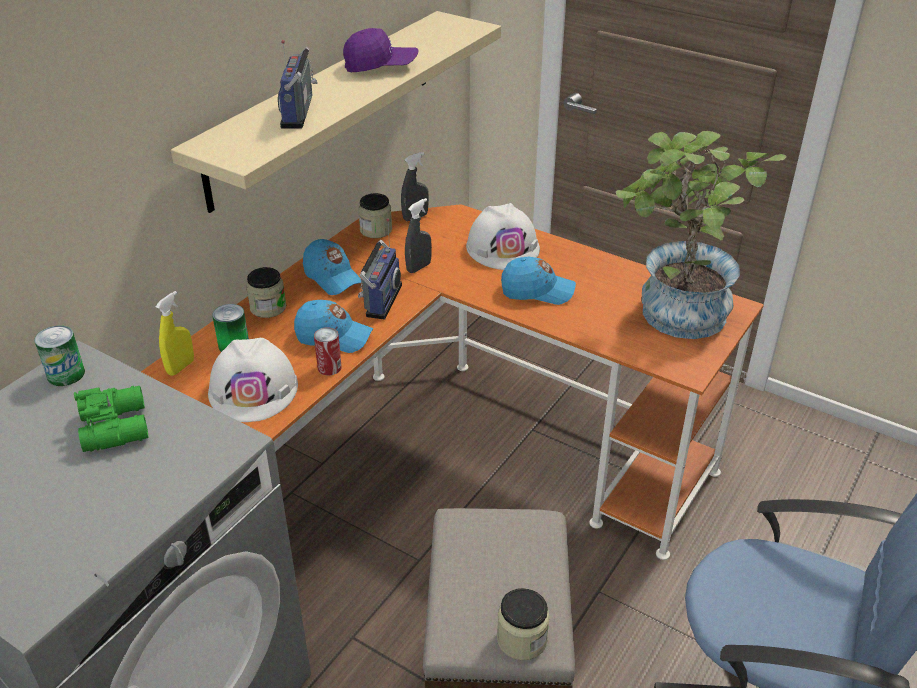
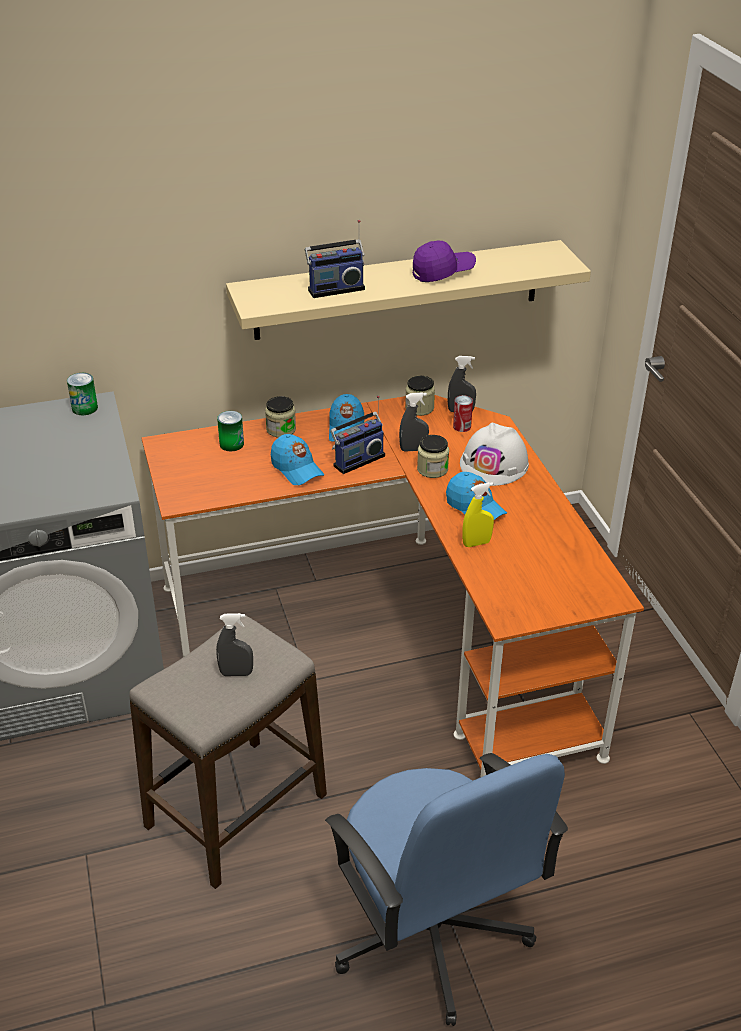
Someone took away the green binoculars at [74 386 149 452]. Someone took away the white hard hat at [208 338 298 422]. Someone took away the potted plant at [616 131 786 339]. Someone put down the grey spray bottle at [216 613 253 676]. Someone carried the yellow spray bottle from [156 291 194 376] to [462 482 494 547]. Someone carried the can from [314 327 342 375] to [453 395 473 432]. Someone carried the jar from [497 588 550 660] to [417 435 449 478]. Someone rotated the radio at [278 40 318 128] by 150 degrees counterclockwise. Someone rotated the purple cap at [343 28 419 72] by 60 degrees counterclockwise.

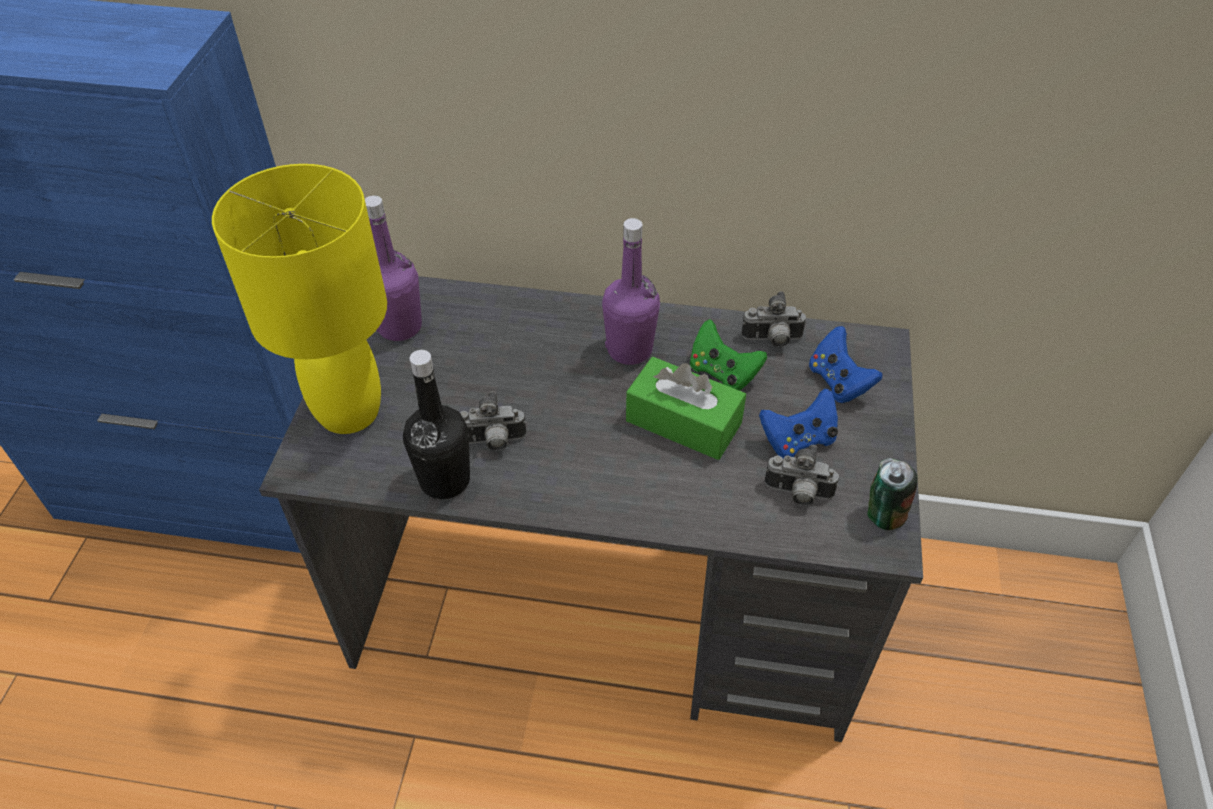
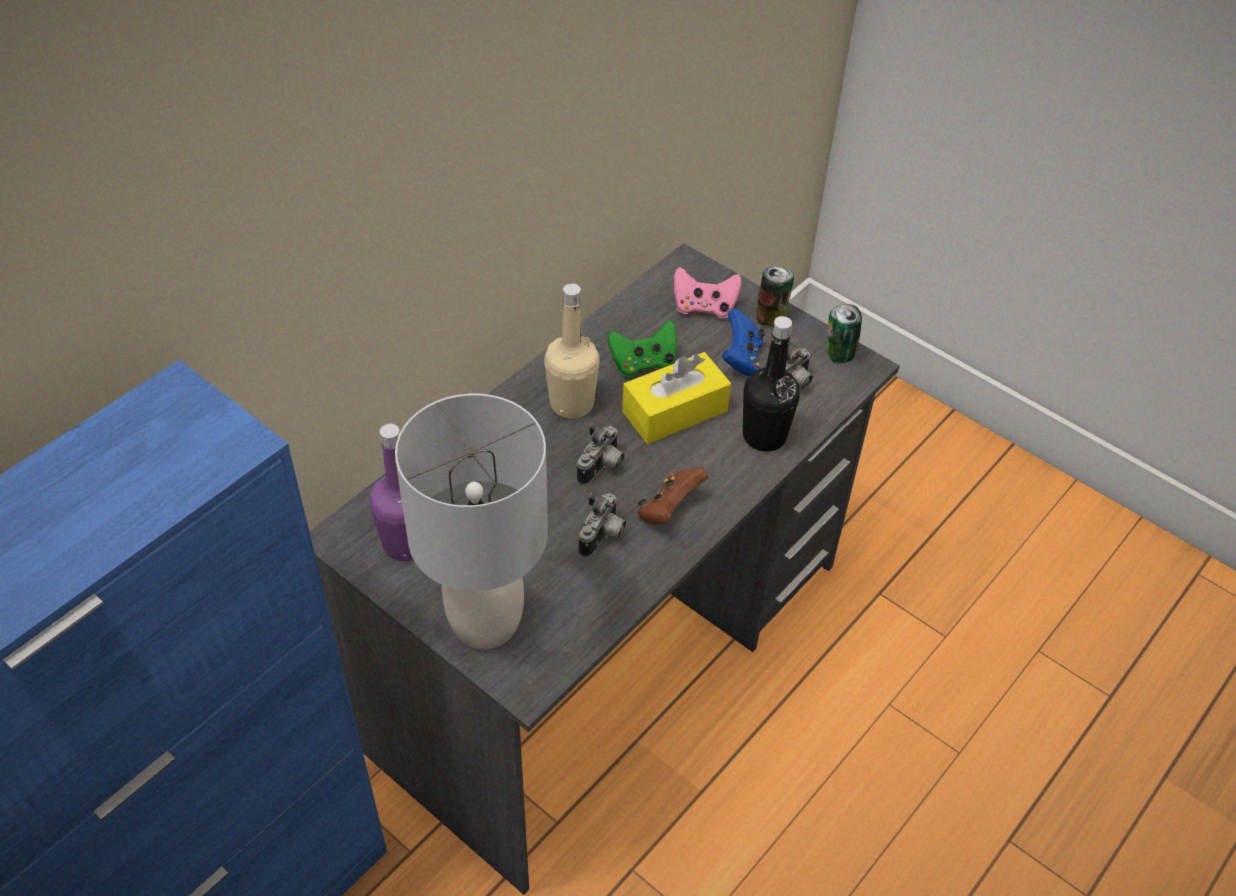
Someone put down the brown game controller at [638 468 708 525]. Someone put down the can at [756 267 794 326]. Someone carried the black bottle from [403 350 470 499] to [743 316 800 451]. Someone carried the photo camera from [741 291 807 347] to [577 423 625 485]. Someone repainted the yellow table lamp at [212 164 387 434], which became the grey table lamp at [395 394 548 649]. Someone repainted the purple bottle at [602 218 660 365], which became the beige bottle at [544 283 600 419]. Someone repainted the green tissue box at [626 357 746 460], which became the yellow tissue box at [622 352 731 444]. Someone repainted the blue game controller at [809 326 883 403], which became the pink game controller at [674 267 741 319].

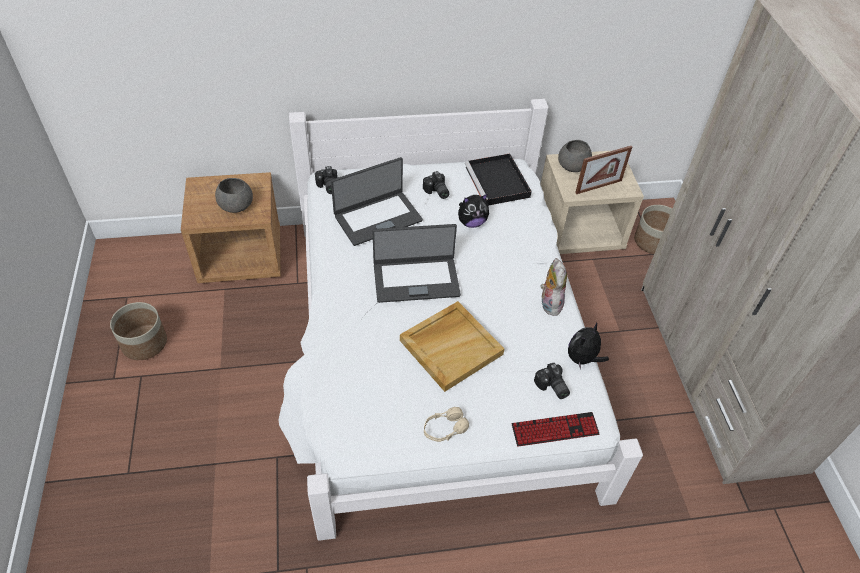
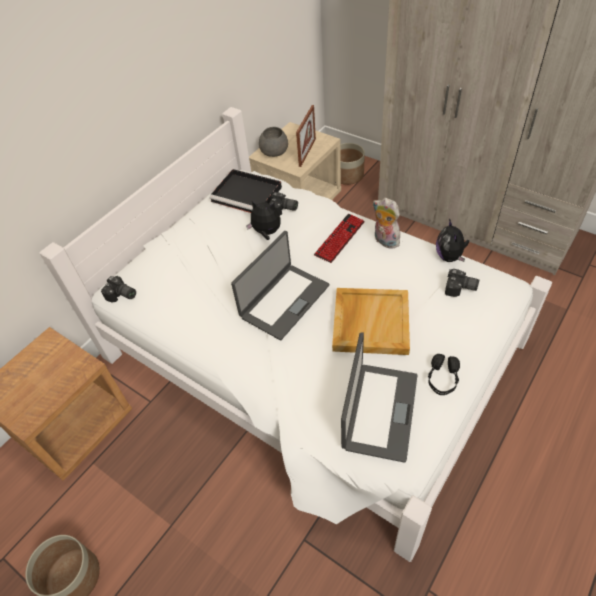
Someone took away the grey bowl at [215 178 253 213]. Someone carried the laptop from [331 157 423 246] to [341 332 417 463]. Someone carried the photo camera from [423 171 450 199] to [269 192 298 215]. Someone carried the keyboard from [512 412 599 447] to [314 214 365 263]. Someone repainted the beige headphones at [424 407 469 442], which became the black headphones at [428 354 460 395]. Someone rotated the plush toy at [458 194 489 228] by 105 degrees counterclockwise.

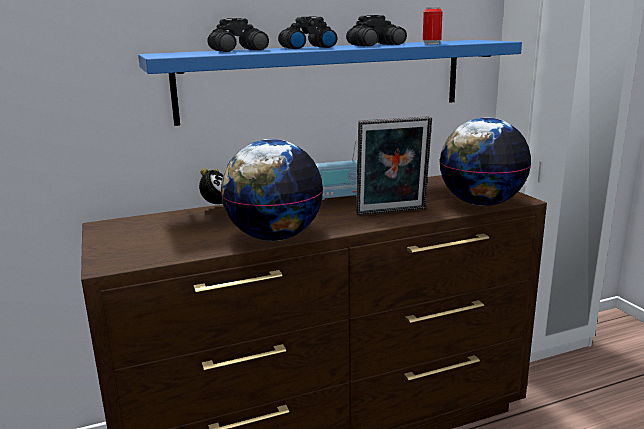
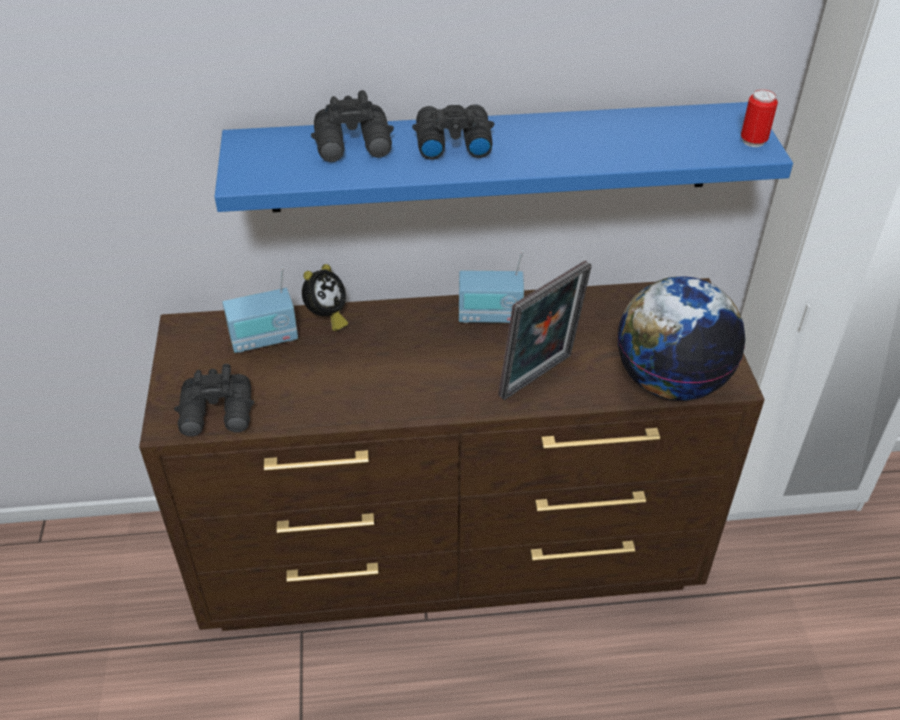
Someone took away the globe at [221 139 323 241]. Someone put down the radio at [223 267 298 353]. Someone carried the black binoculars from [346 15 407 46] to [174 364 254 436]. Someone carried the can from [423 7 442 45] to [741 89 778 147]. Someone rotated the picture frame at [356 116 432 215] by 45 degrees counterclockwise.

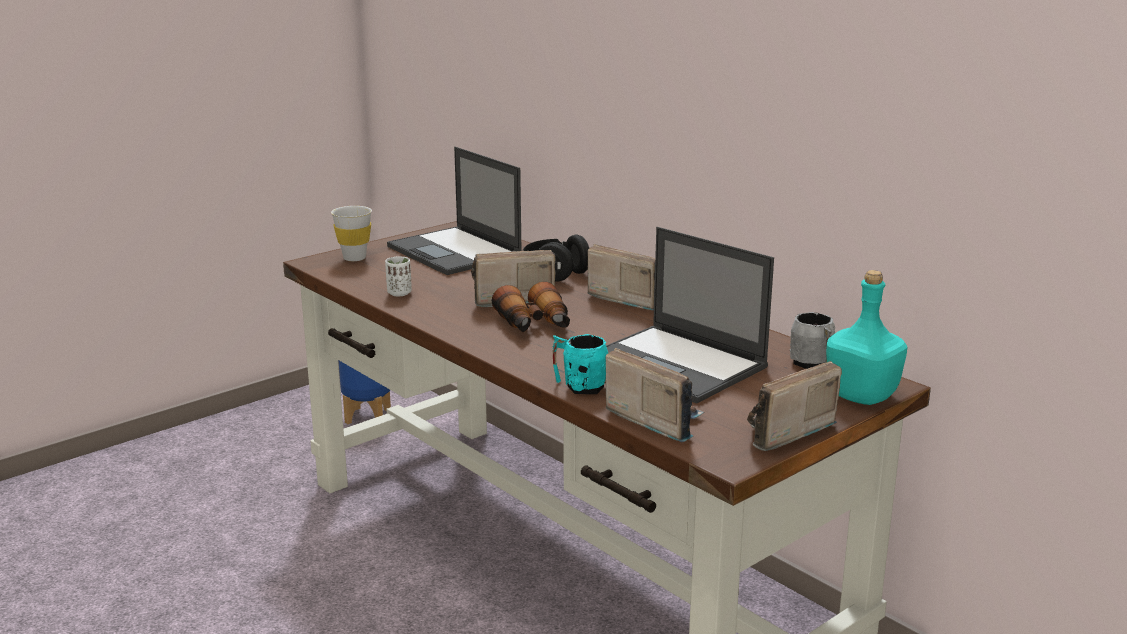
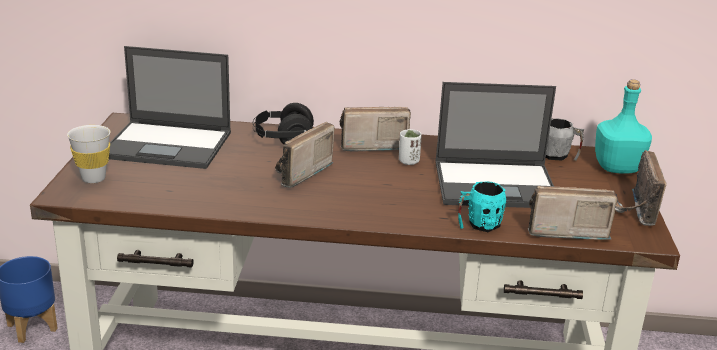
Someone took away the binoculars at [492 282 570 332]. Someone carried the white cup from [385 257 412 296] to [399 129 422 165].

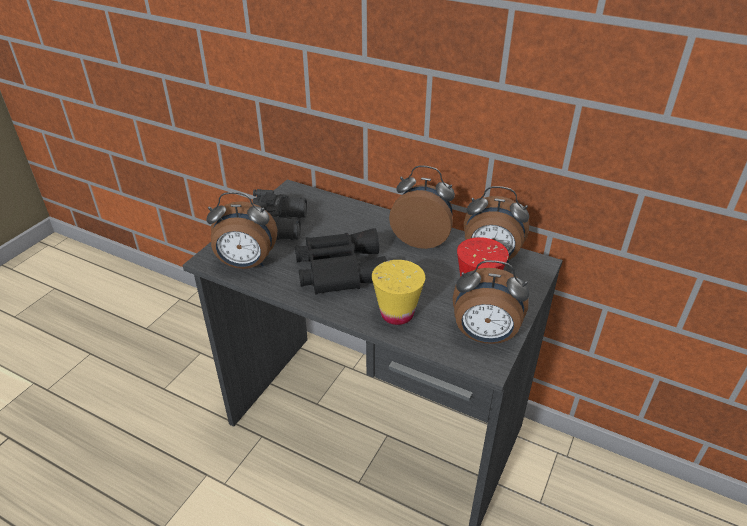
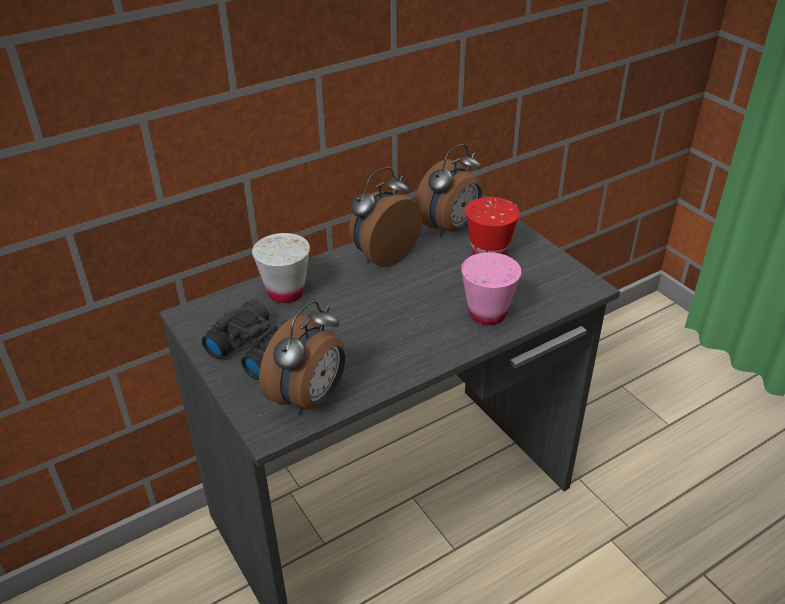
Someone took away the black binoculars at [295 228 387 295]. Someone took away the alarm clock at [453 260 530 344]. Someone put down the white cup at [252 233 310 303]. Someone repainted the yellow cup at [372 260 425 325], which became the pink cup at [461 252 521 325].

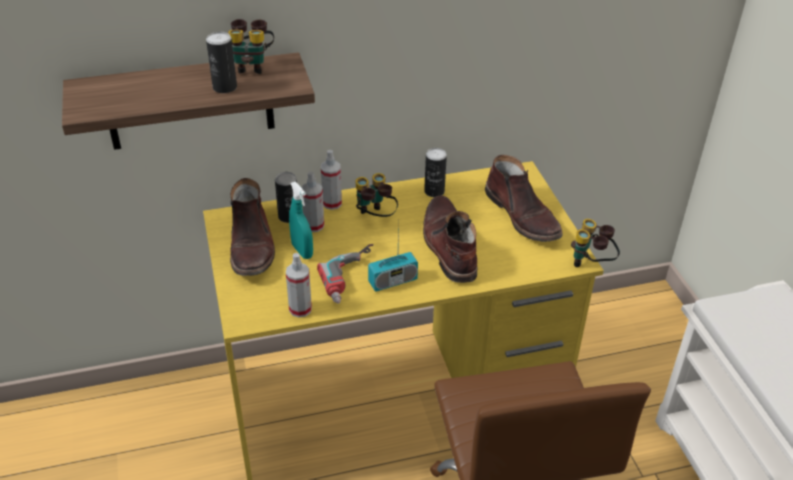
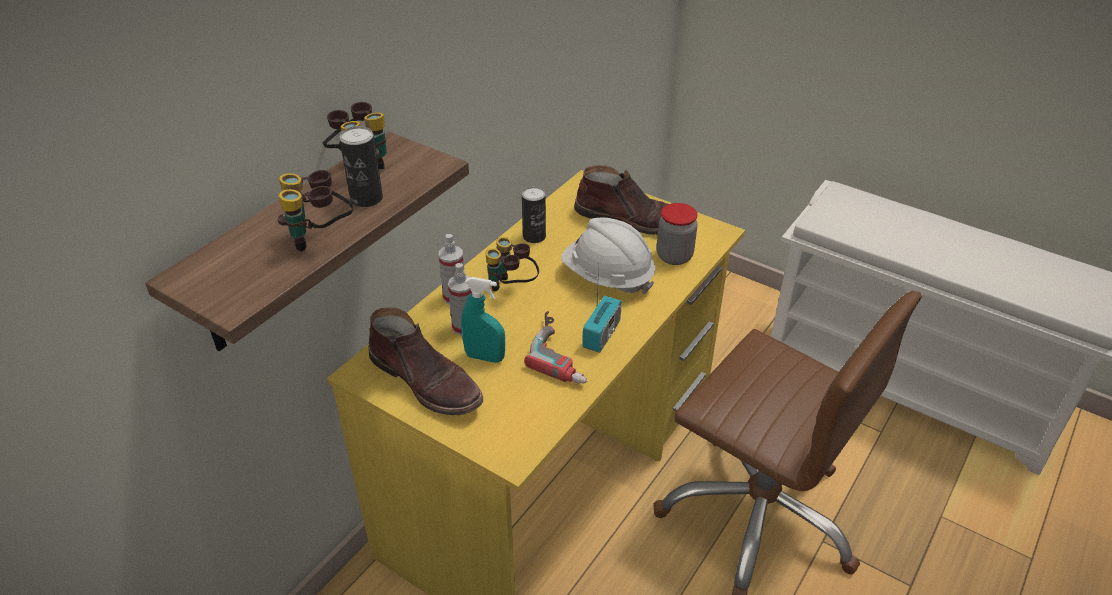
Someone took away the can at [275 172 297 223]. Someone took away the spray bottle at [286 253 312 318]. Someone put down the jar at [657 203 698 265]. Someone carried the binoculars from [571 219 620 267] to [277 170 353 251]. Someone swapped the brown boot at [423 195 478 283] for the white hard hat at [561 218 655 294].

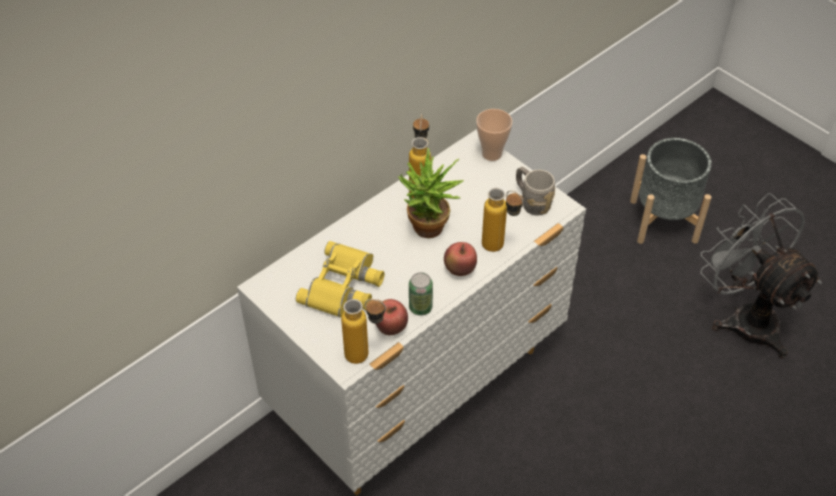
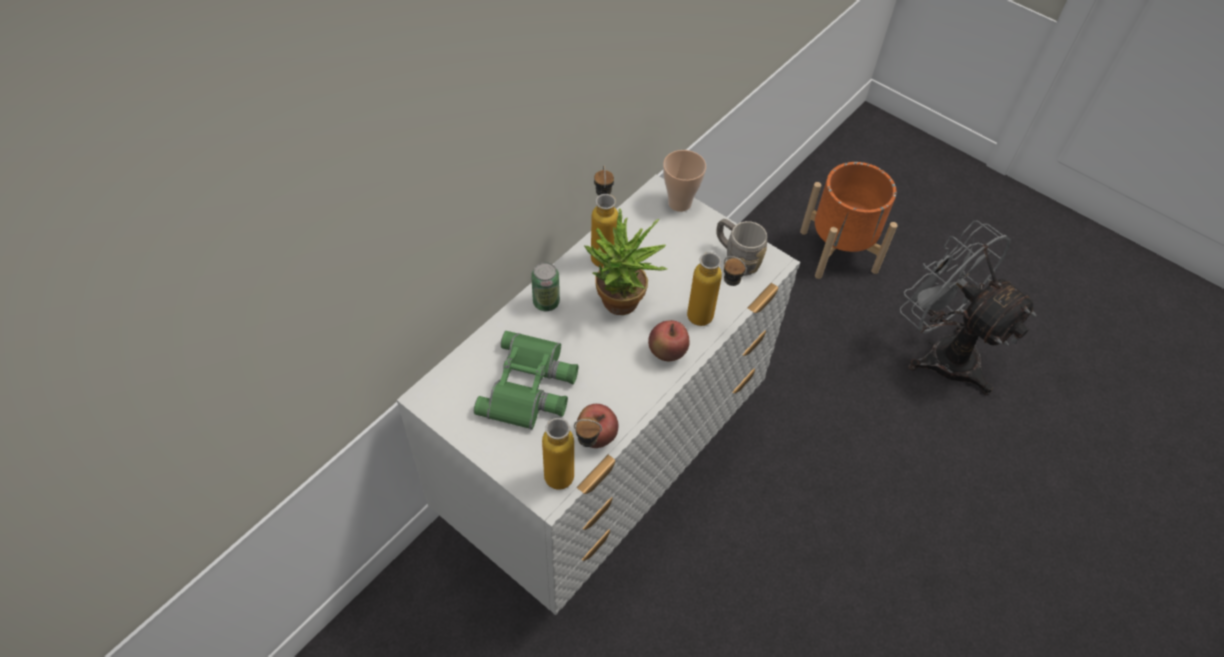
Someone carried the can from [409 272 433 316] to [531 262 560 311]. Someone repainted the yellow binoculars at [296 241 385 318], which became the green binoculars at [474 331 579 429]. Someone repainted the grey planter at [630 138 712 244], which became the orange planter at [800 162 898 279].

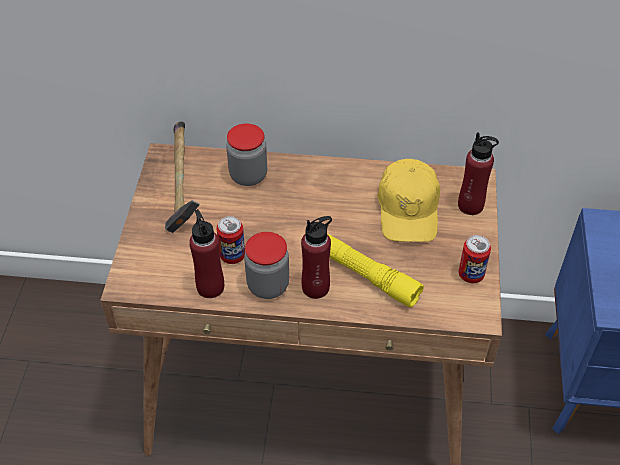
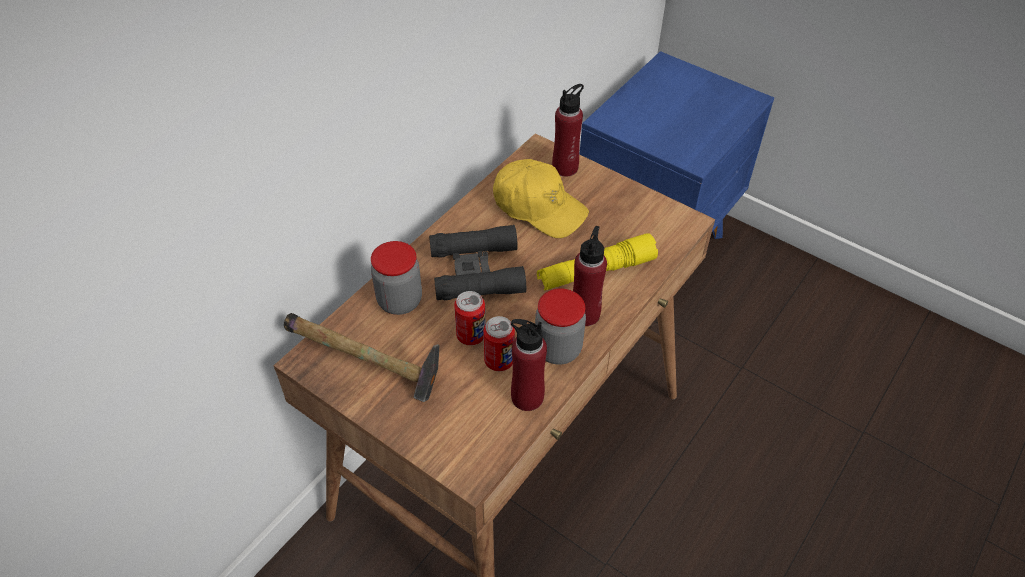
Someone put down the black binoculars at [429 225 526 300]. Someone carried the can from [458 235 491 283] to [454 291 486 345].

